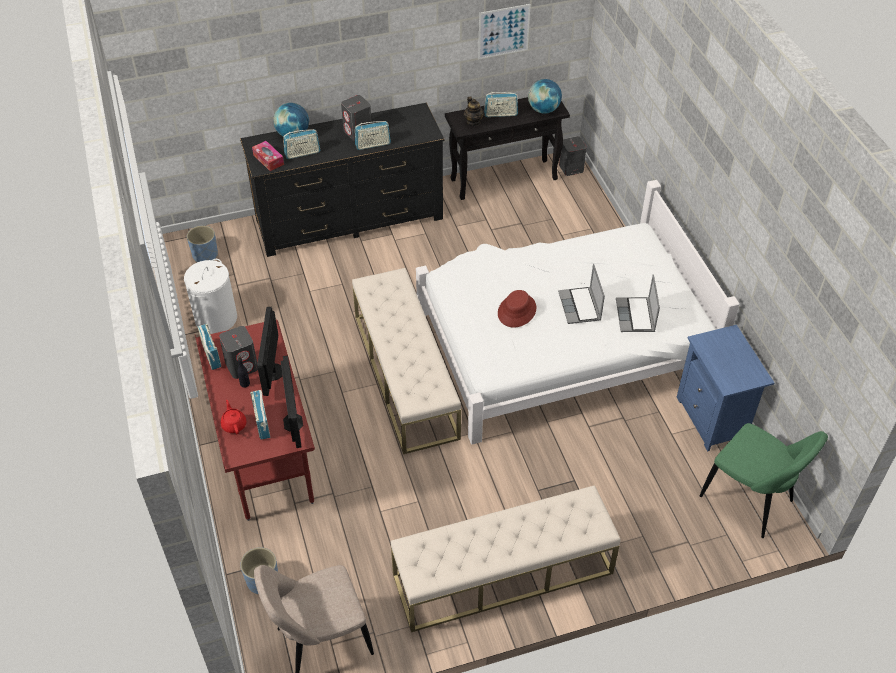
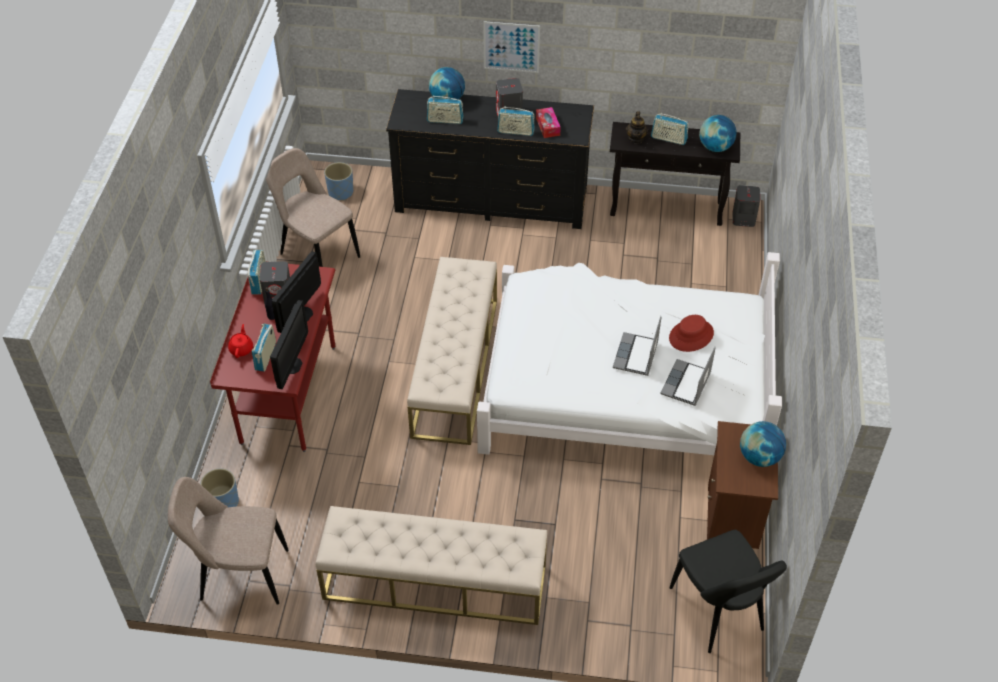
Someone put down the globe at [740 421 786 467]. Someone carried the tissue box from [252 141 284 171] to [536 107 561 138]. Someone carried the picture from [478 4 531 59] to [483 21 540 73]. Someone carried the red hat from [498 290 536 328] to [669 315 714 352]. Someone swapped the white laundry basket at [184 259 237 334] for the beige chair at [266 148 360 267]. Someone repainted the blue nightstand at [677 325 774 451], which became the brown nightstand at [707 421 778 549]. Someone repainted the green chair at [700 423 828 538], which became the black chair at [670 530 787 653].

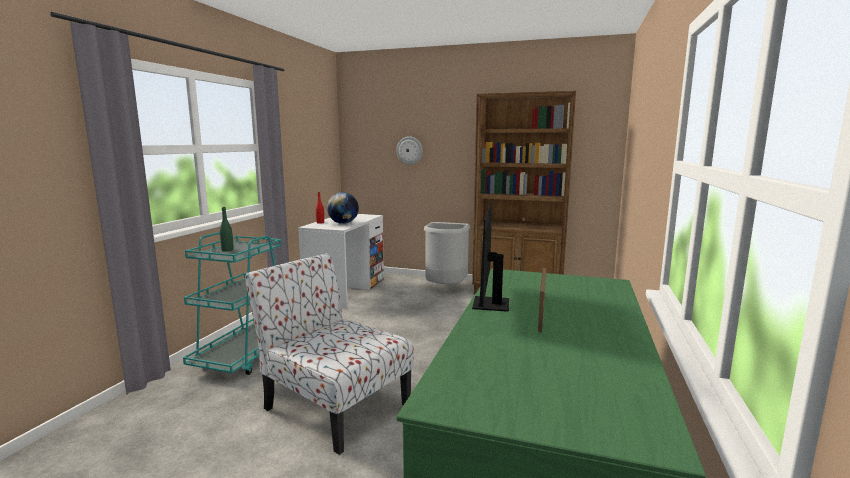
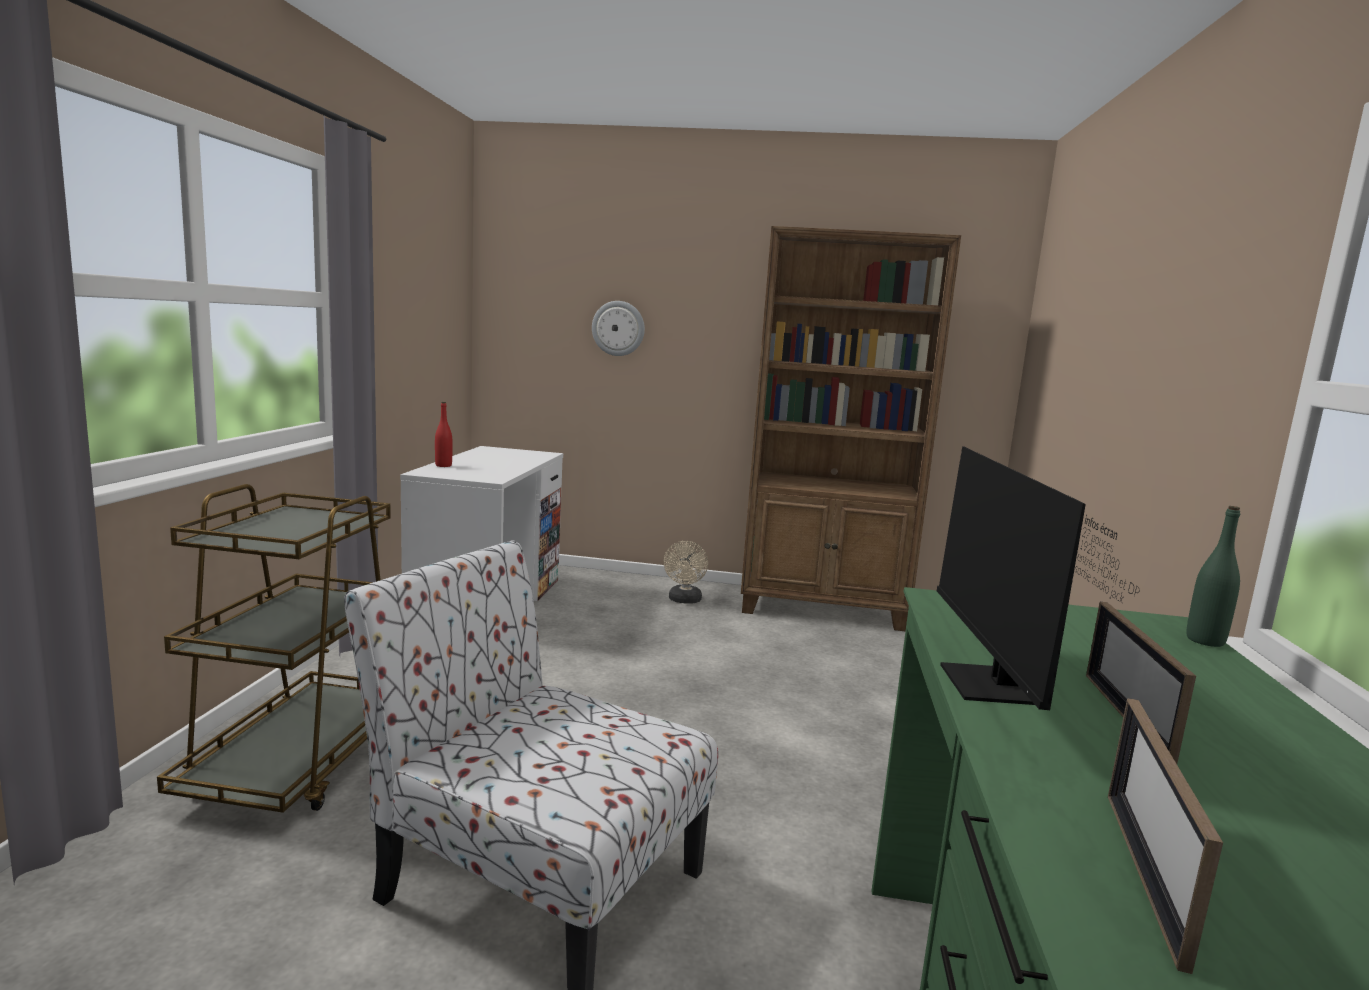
Someone took away the globe at [327 192 359 224]. Someone put down the picture frame at [1108 698 1223 974]. Someone carried the green bottle from [220 207 233 252] to [1186 506 1240 647]. Someone swapped the grey trash can at [424 222 470 284] for the beige fan at [664 541 708 604]. Someone repainted the turquoise cart at [183 232 281 375], which became the brown cart at [157 484 391 813].

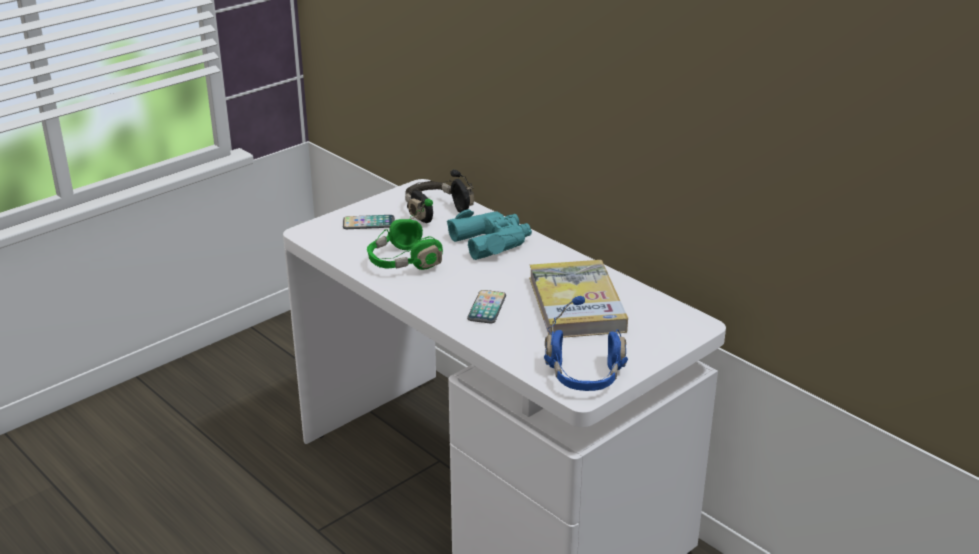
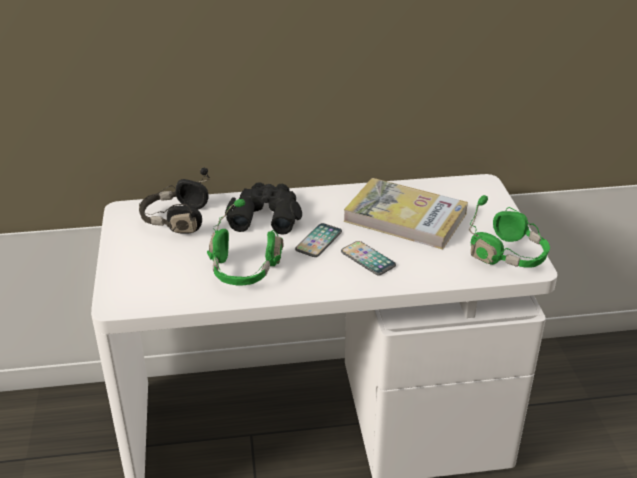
Someone carried the phone from [343 215 395 229] to [295 223 342 257]. Someone repainted the turquoise binoculars at [447 209 532 260], which became the black binoculars at [225 182 302 235]. Someone repainted the blue headphones at [544 296 628 391], which became the green headphones at [469 195 550 268].

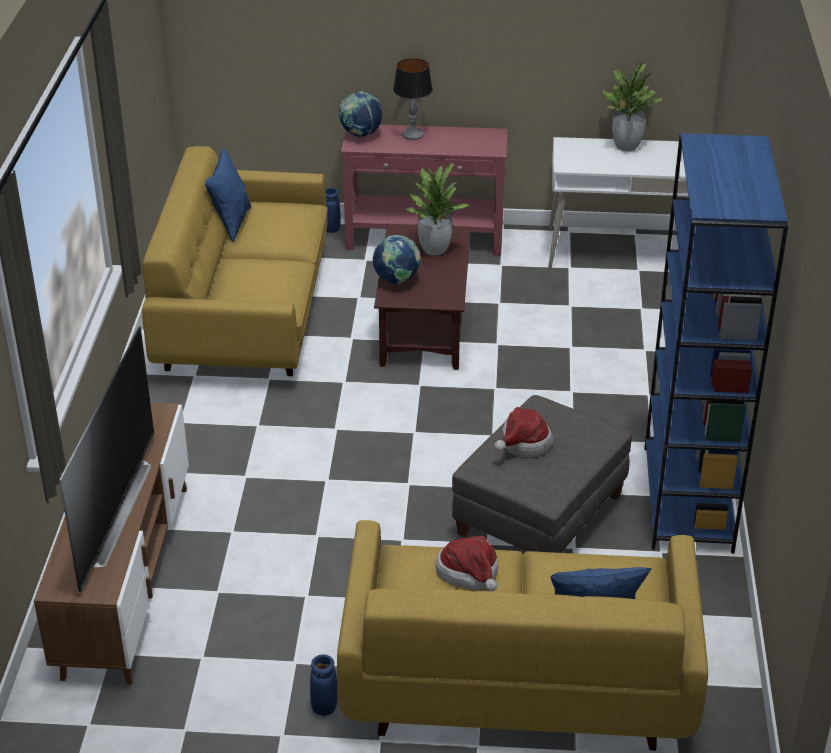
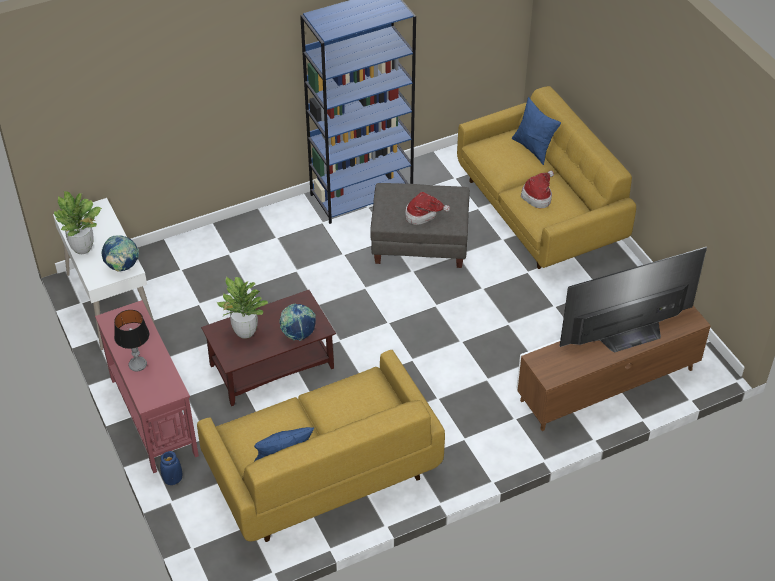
Someone took away the blue vase at [310 654 338 716]. Someone carried the globe from [339 91 382 138] to [101 235 139 272].

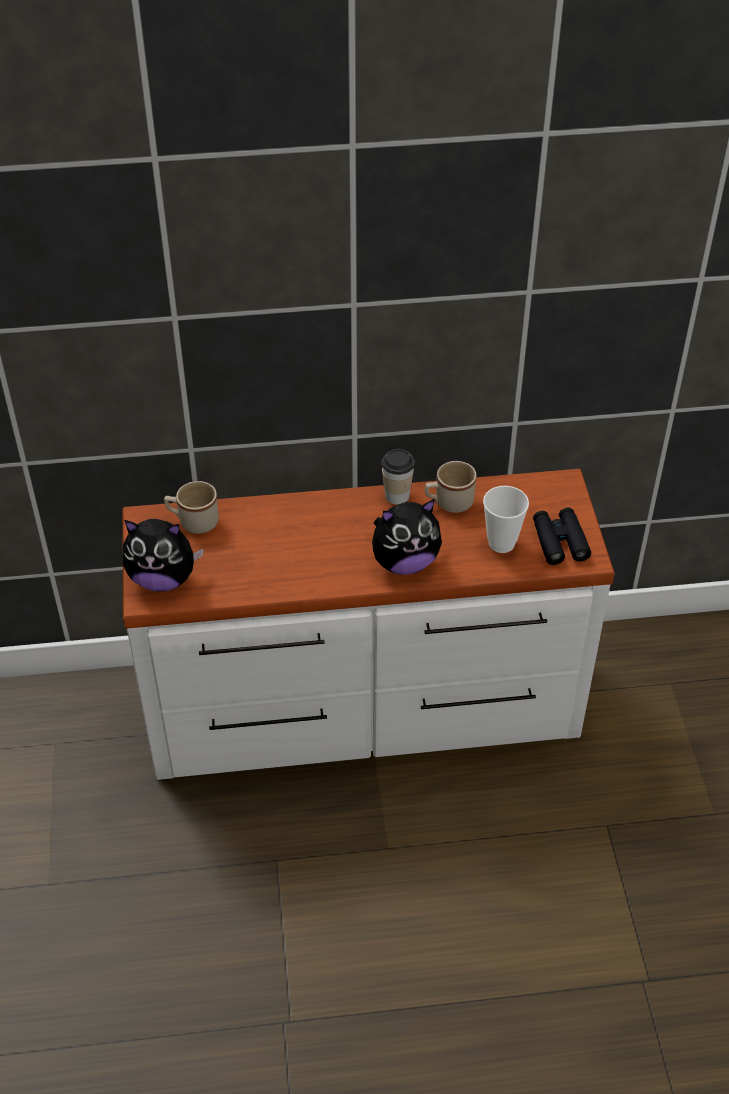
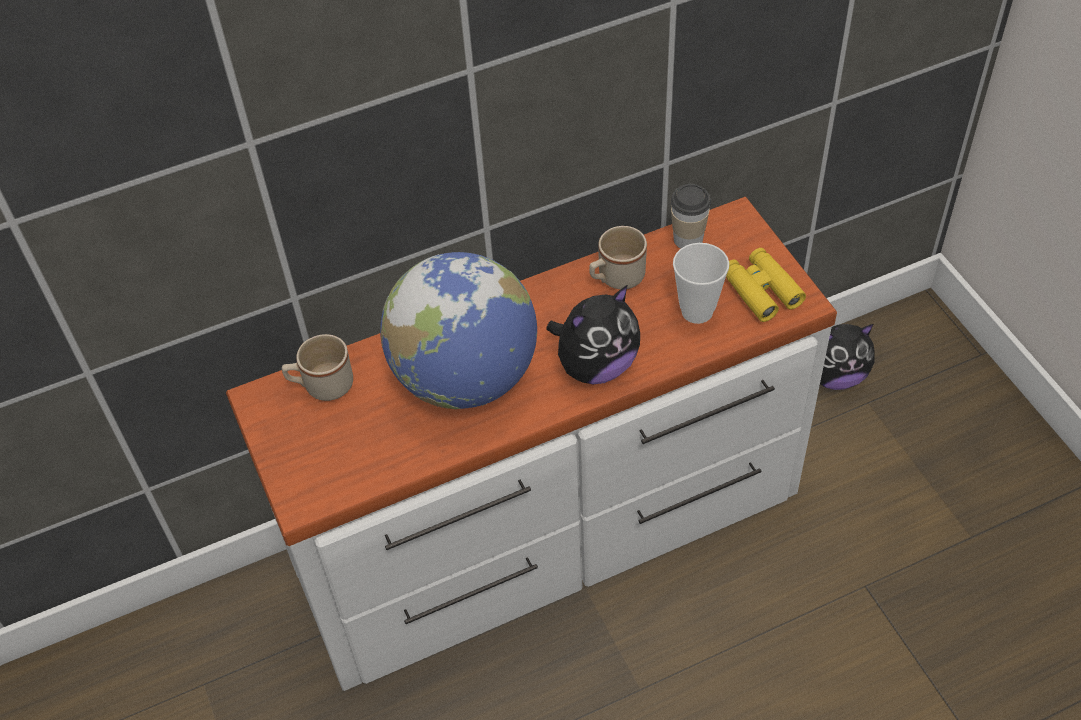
Someone put down the globe at [380 252 537 409]. Someone carried the plush toy from [123 519 204 592] to [820 324 875 390]. Someone carried the cup from [381 449 415 505] to [670 184 711 249]. Someone repainted the black binoculars at [533 508 591 565], which became the yellow binoculars at [726 248 806 322].

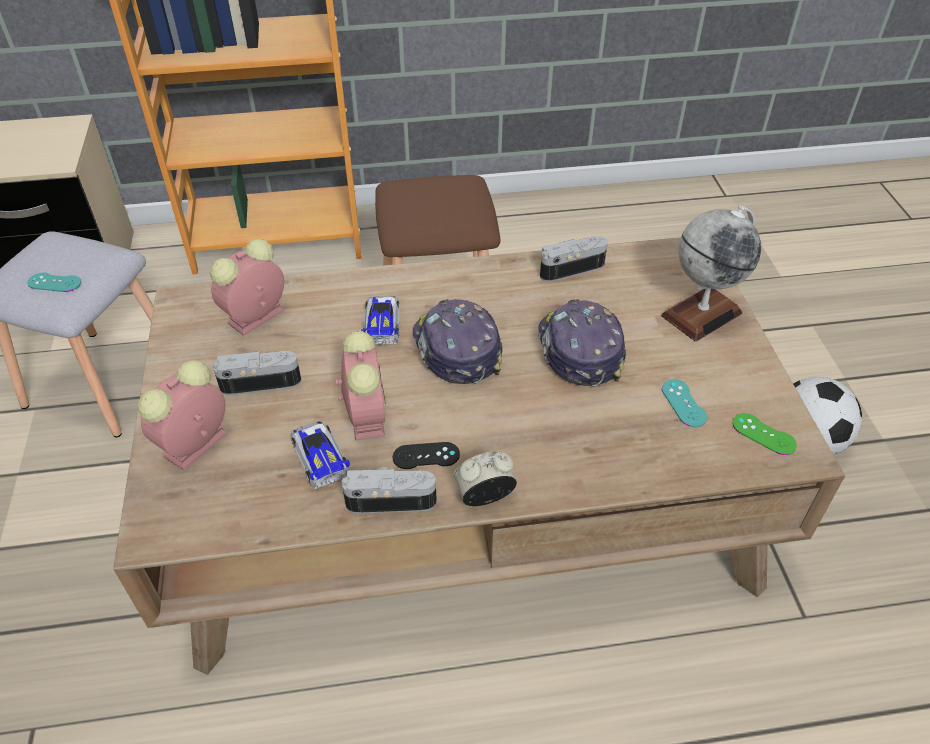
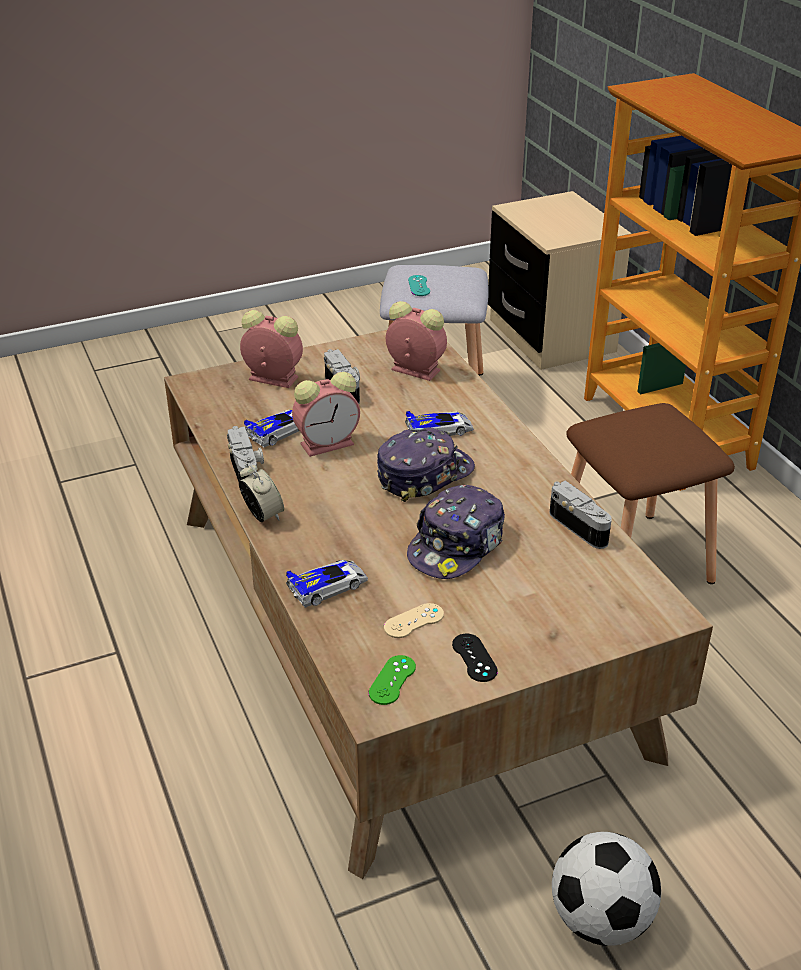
Someone took away the globe at [661 205 761 342]. Someone put down the toy car at [286 560 368 608]. Someone carried the black game controller from [393 442 460 469] to [452 634 498 682]. Someone repainted the turquoise game controller at [662 379 707 427], which became the beige game controller at [384 603 444 638]. Someone rotated the cap at [538 299 626 387] by 150 degrees clockwise.

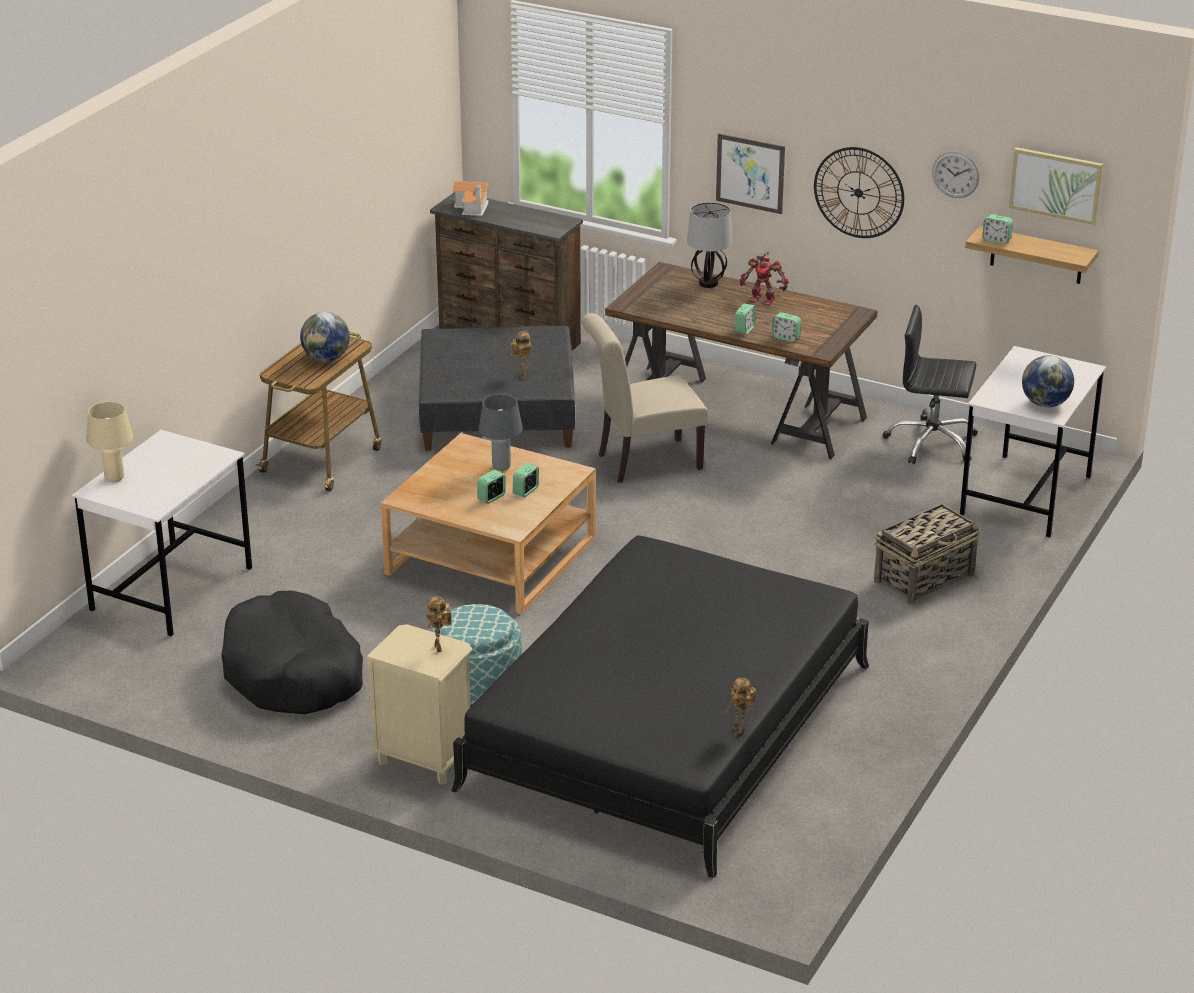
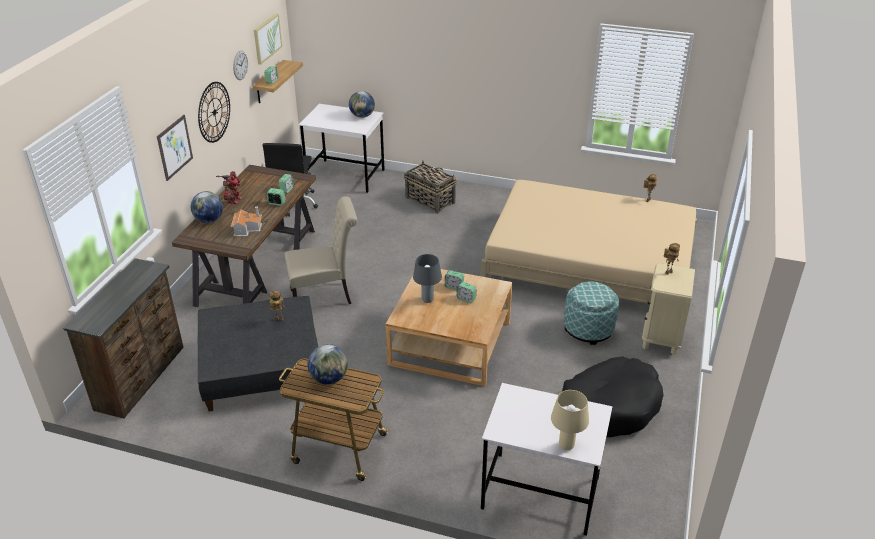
Someone carried the toy house from [452 181 490 216] to [231 207 262 237]. Someone swapped the table lamp at [687 202 732 288] for the globe at [191 191 223 223]. Someone repainted the black bed at [451 535 869 878], which became the beige bed at [481 180 697 303]. Someone rotated the beige chair at [581 313 708 483] by 75 degrees counterclockwise.

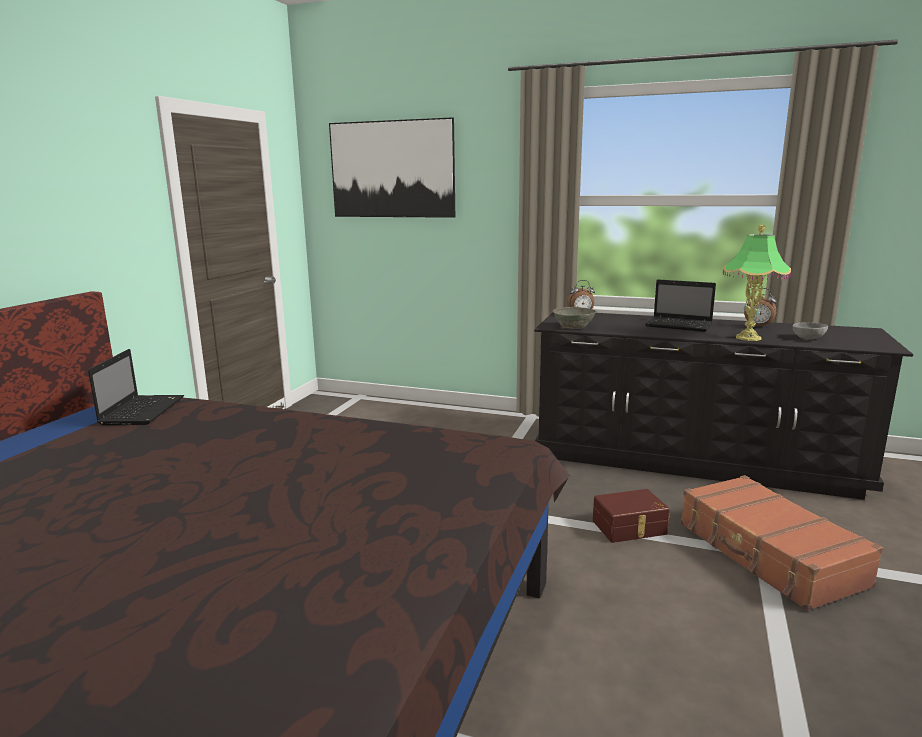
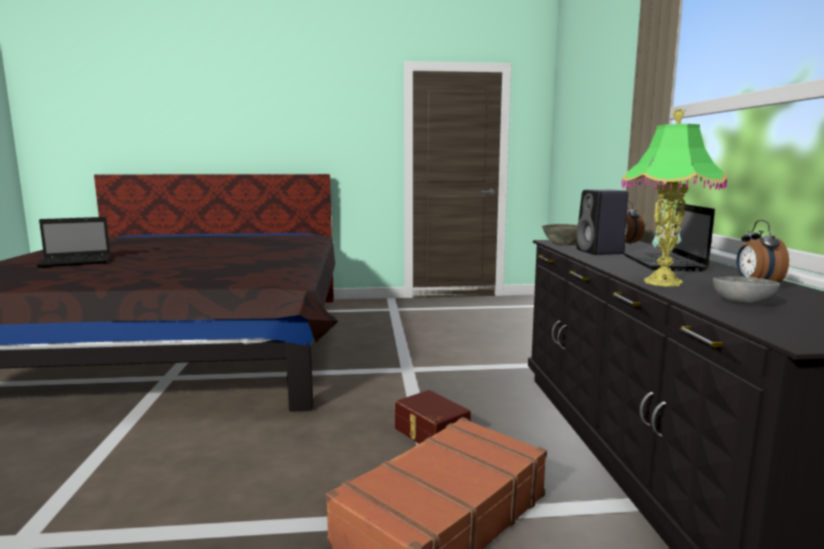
Someone took away the picture at [329 117 455 218]. Someone put down the black speaker at [576 189 628 255]. Someone carried the laptop from [88 349 184 425] to [36 217 111 268].

